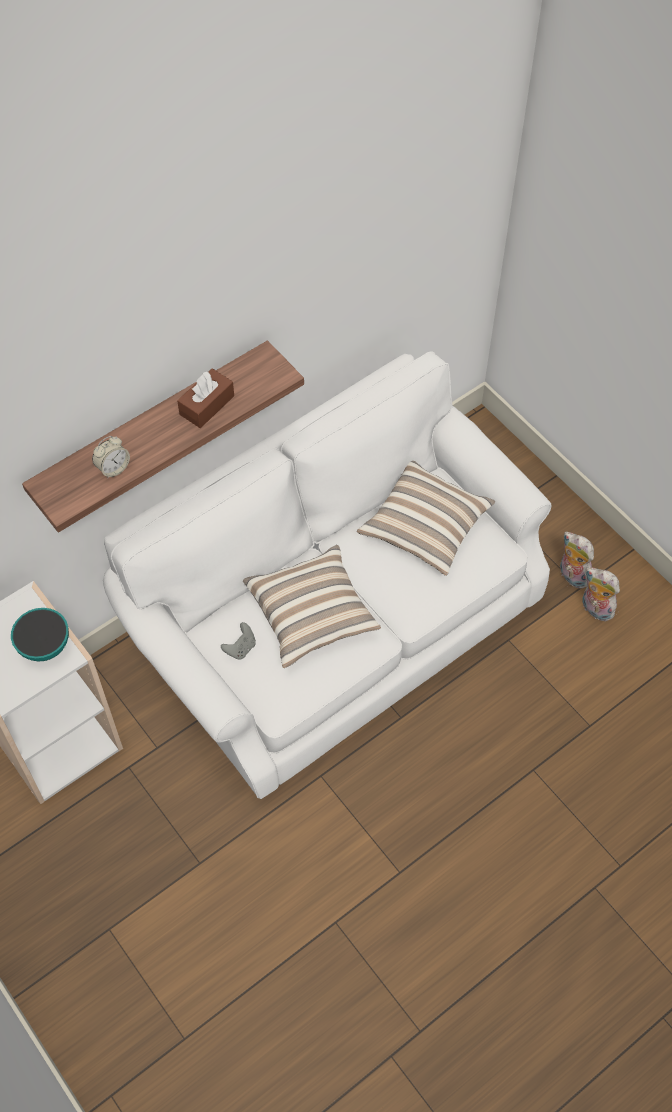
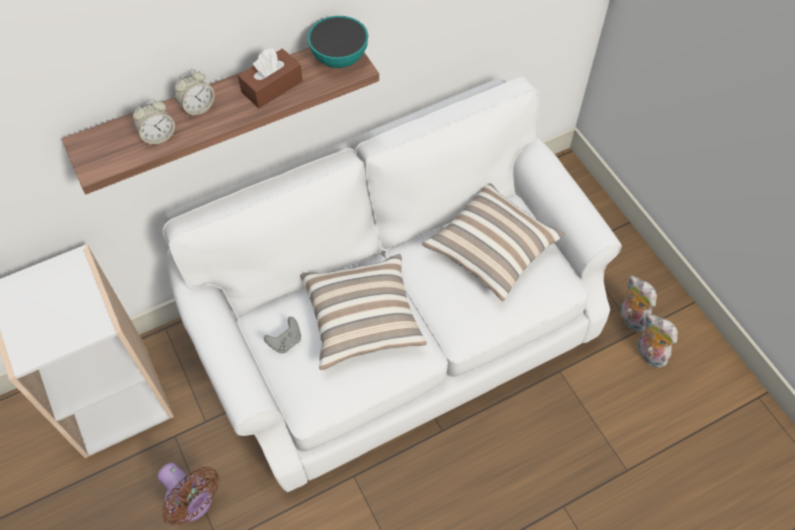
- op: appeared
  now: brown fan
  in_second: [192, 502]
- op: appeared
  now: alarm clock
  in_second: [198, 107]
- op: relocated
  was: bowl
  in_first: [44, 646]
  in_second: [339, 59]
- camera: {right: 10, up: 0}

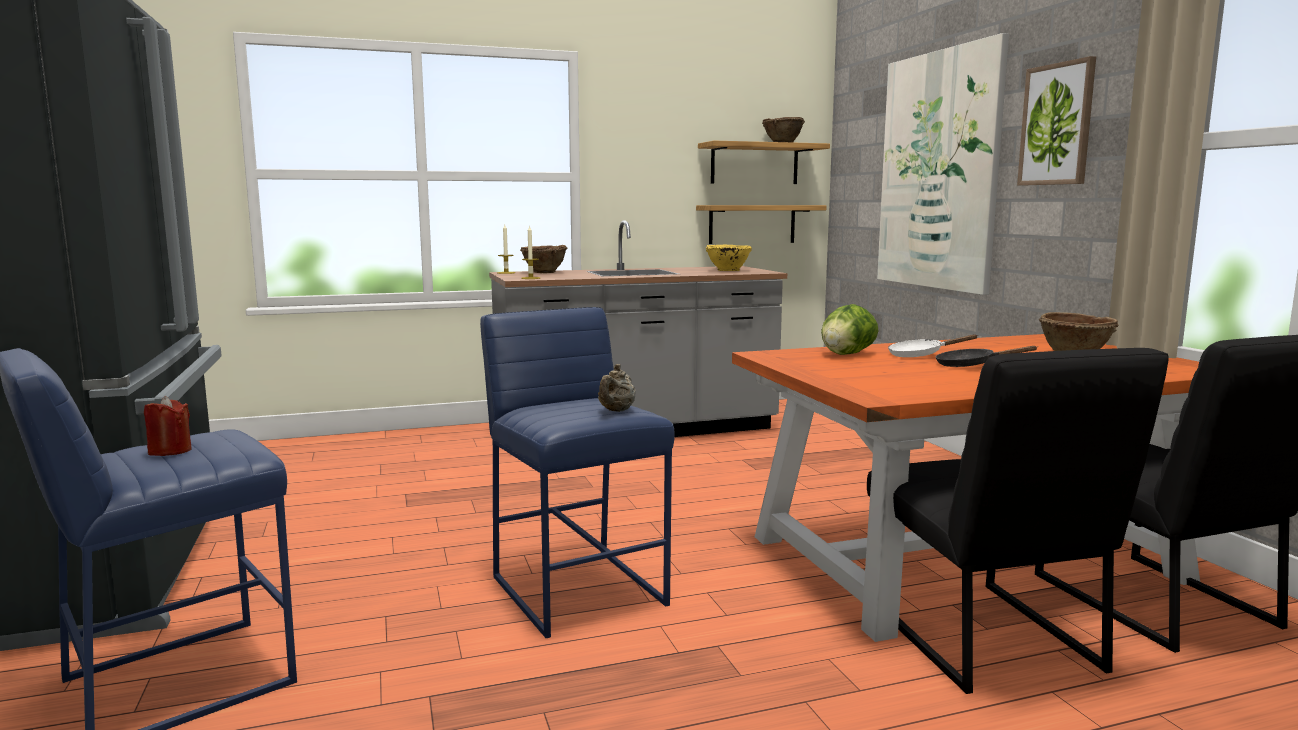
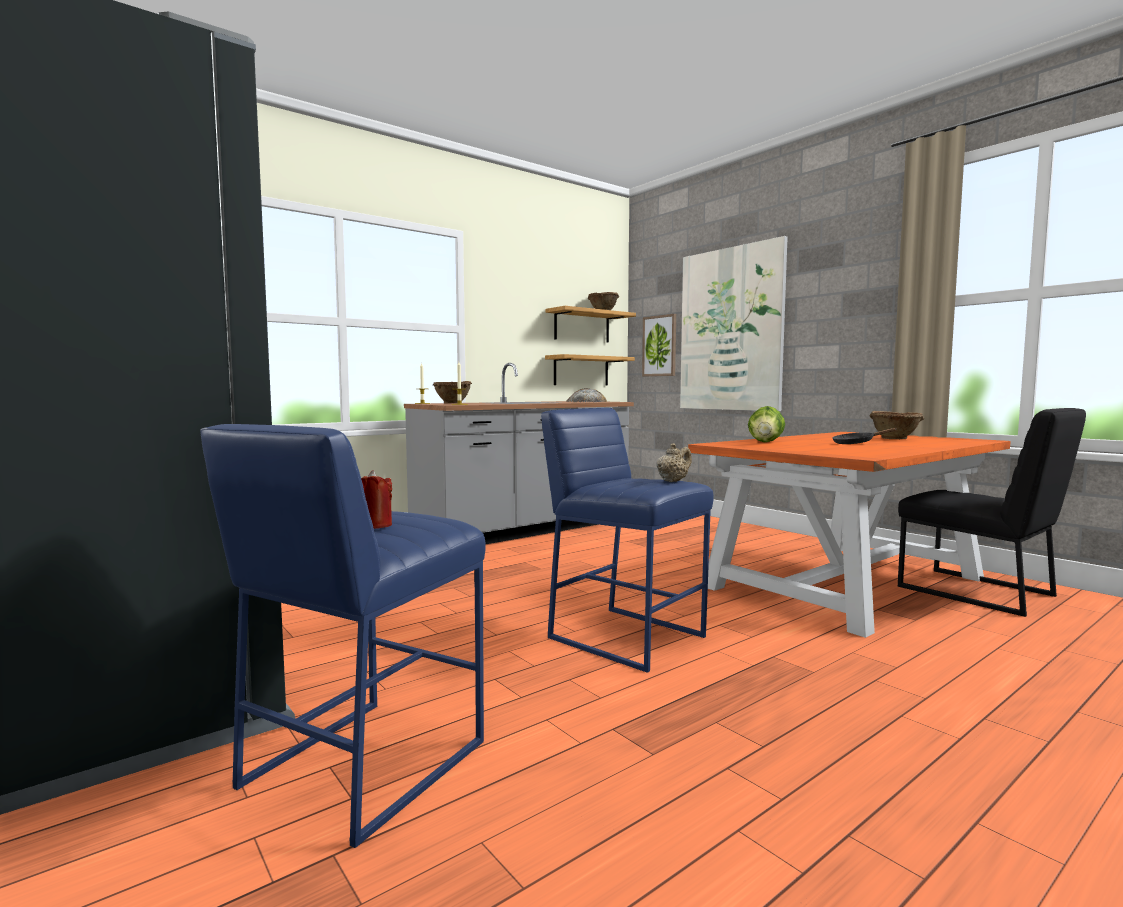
- op: exchanged
  was: yellow bowl
  now: bread
  in_first: [727, 270]
  in_second: [586, 401]
- op: relocated
  was: picture
  in_first: [1057, 124]
  in_second: [660, 346]
- op: spun
  was: beige teapot
  in_first: [616, 411]
  in_second: [673, 481]
  clockwise: -135
- op: missing
  was: black chair
  in_first: [982, 637]
- op: missing
  was: white frying pan
  in_first: [920, 355]
- camera: {right: -20, up: -5}

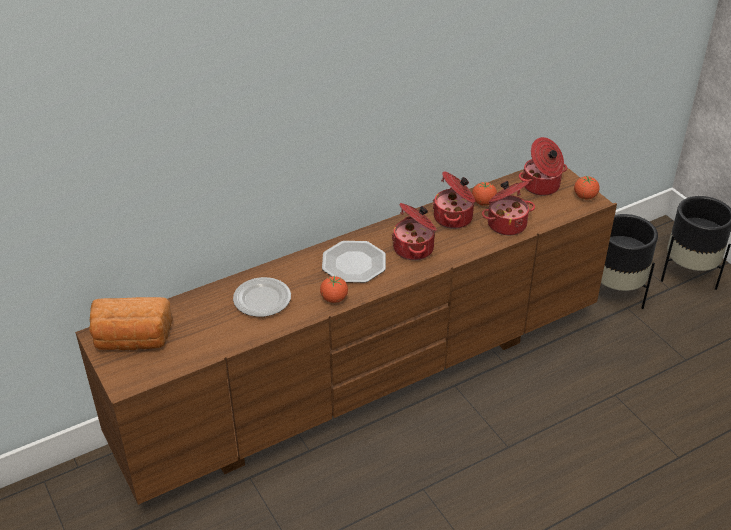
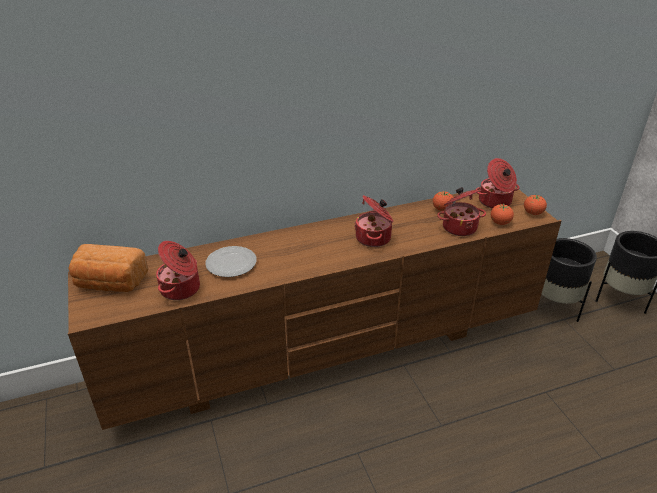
- op: relocated
  was: cooking pot
  in_first: [454, 218]
  in_second: [181, 289]
- op: relocated
  was: tomato
  in_first: [334, 299]
  in_second: [500, 223]
- op: missing
  was: plate
  in_first: [353, 263]
- camera: {right: 10, up: -5}

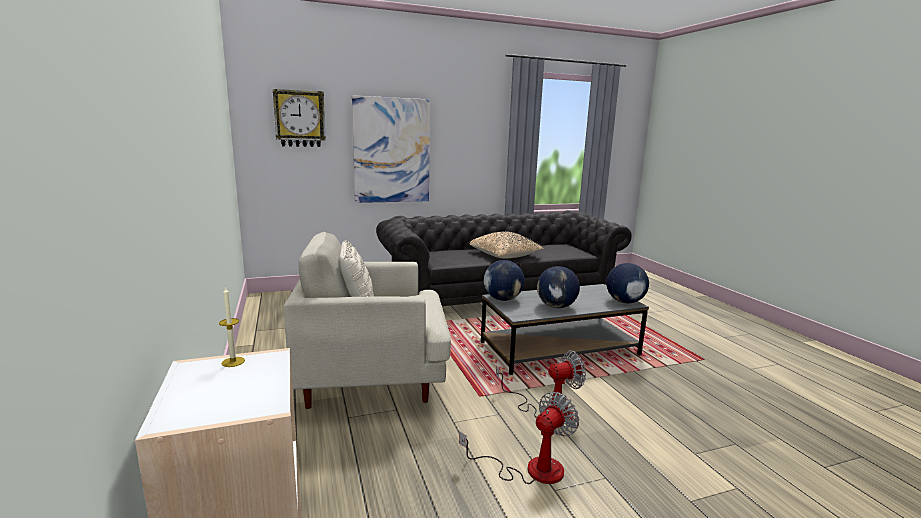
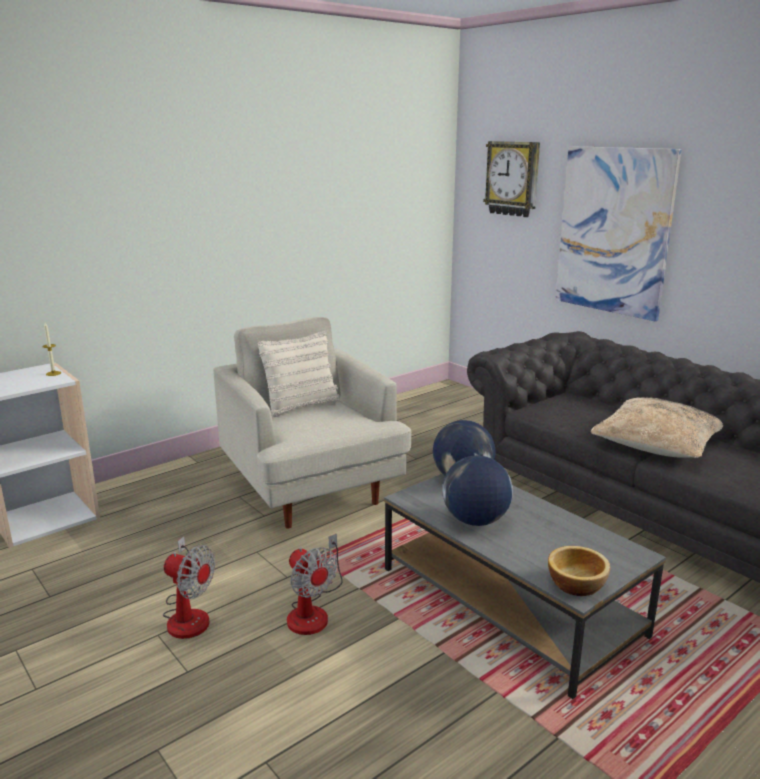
- op: exchanged
  was: globe
  now: bowl
  in_first: [624, 302]
  in_second: [576, 583]
- camera: {right: 70, up: 5}

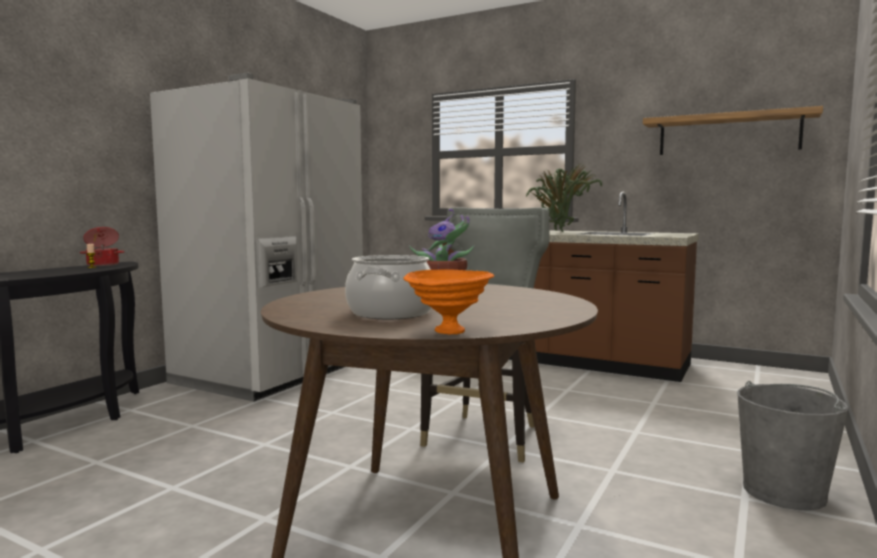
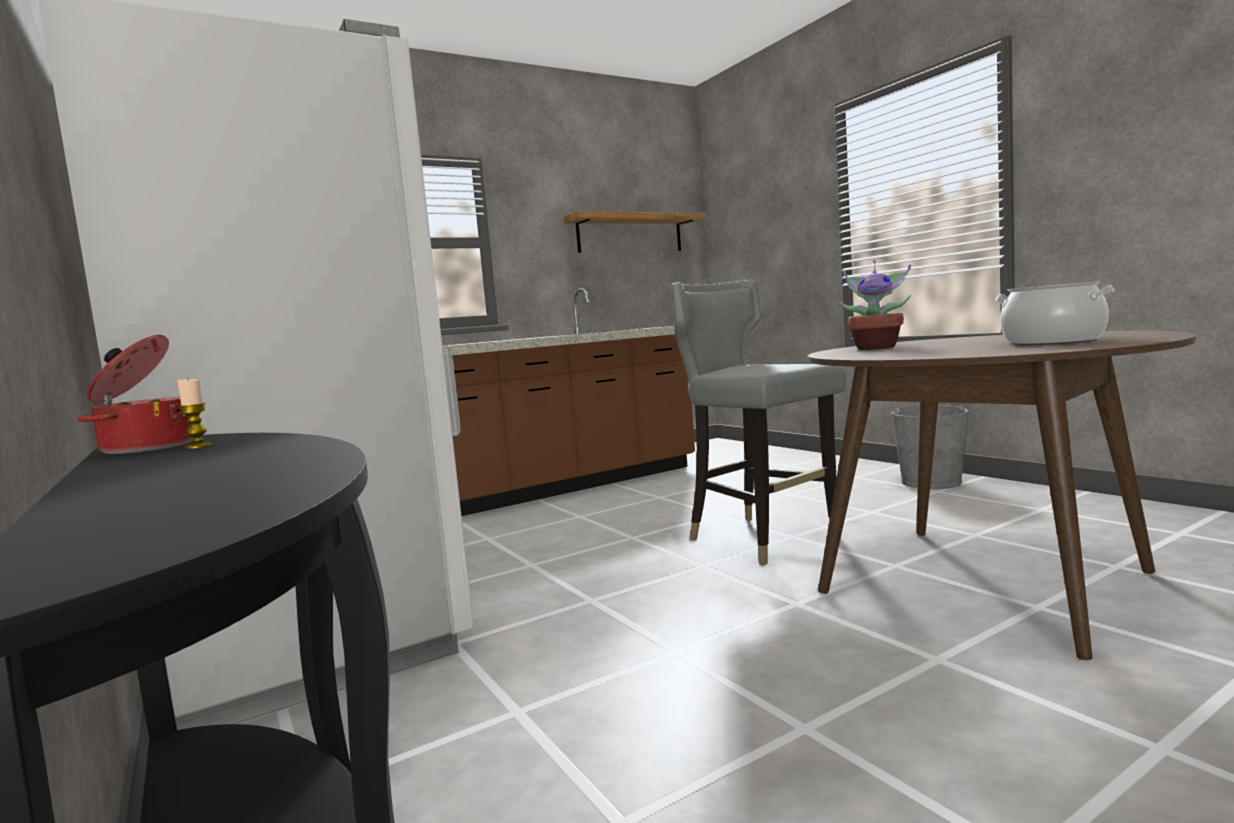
- op: missing
  was: orange bowl
  in_first: [449, 332]
- op: missing
  was: potted plant
  in_first: [559, 232]
- camera: {right: -60, up: 0}

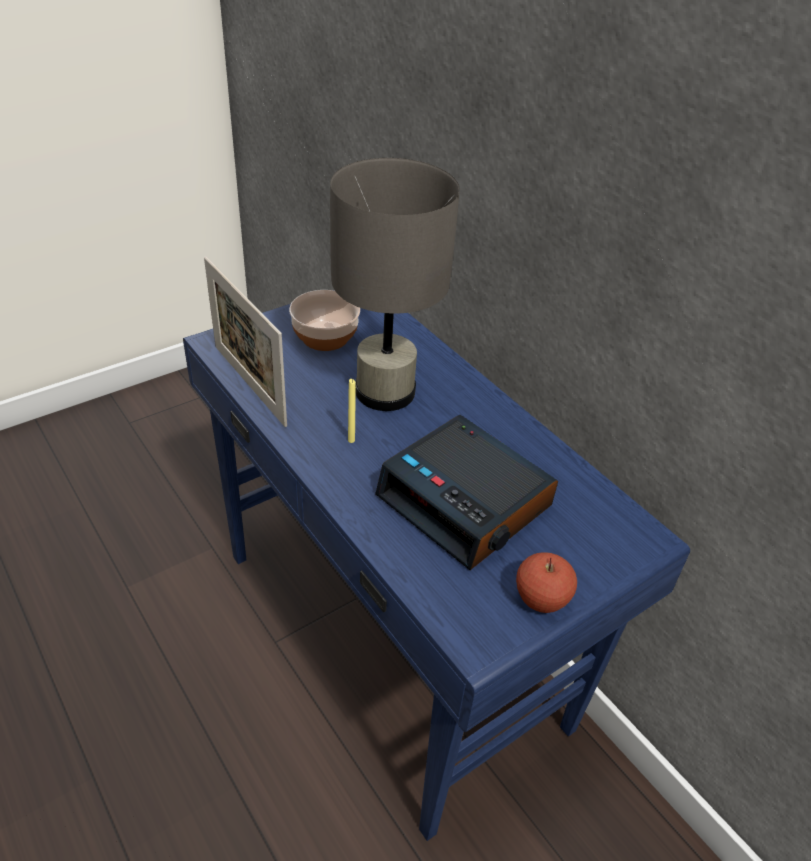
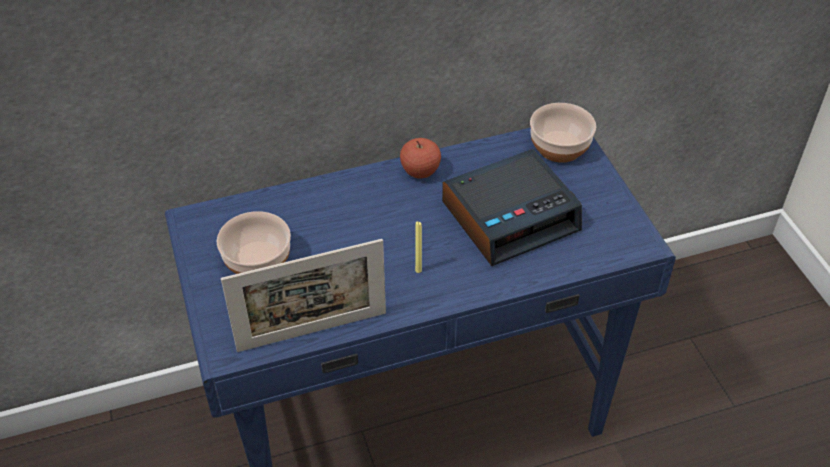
- op: relocated
  was: apple
  in_first: [541, 599]
  in_second: [420, 172]
- op: appeared
  now: bowl
  in_second: [560, 148]
- op: missing
  was: grey table lamp
  in_first: [385, 393]
- camera: {right: -70, up: 5}

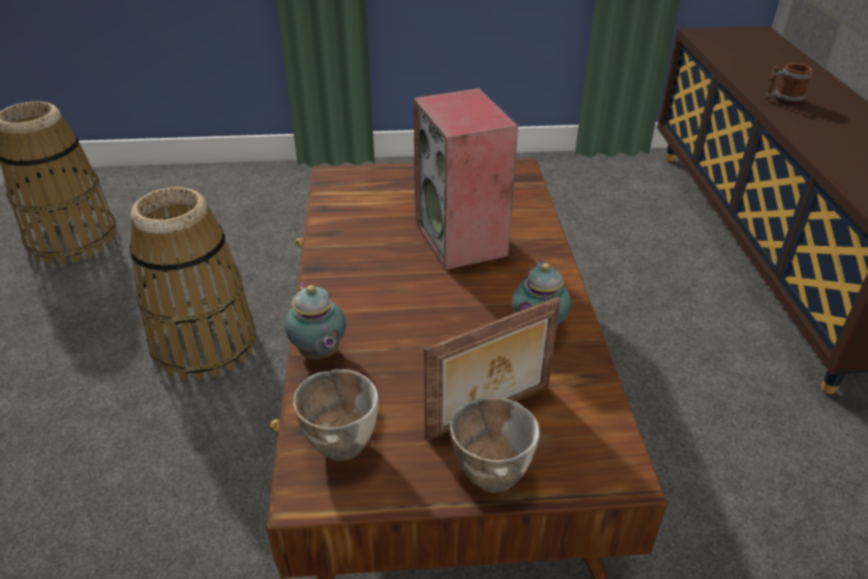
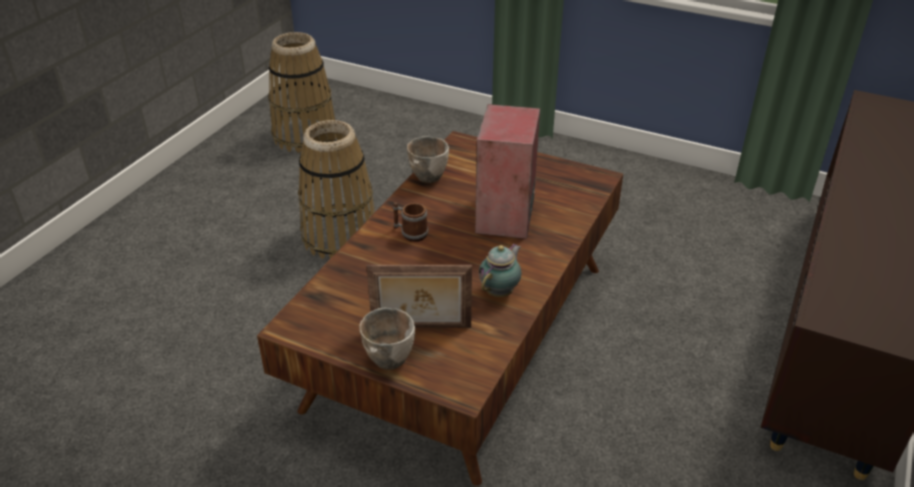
- op: relocated
  was: mug
  in_first: [782, 100]
  in_second: [410, 233]
- op: relocated
  was: bowl
  in_first: [343, 444]
  in_second: [430, 177]
- op: missing
  was: teapot
  in_first: [319, 354]
- camera: {right: 30, up: 0}

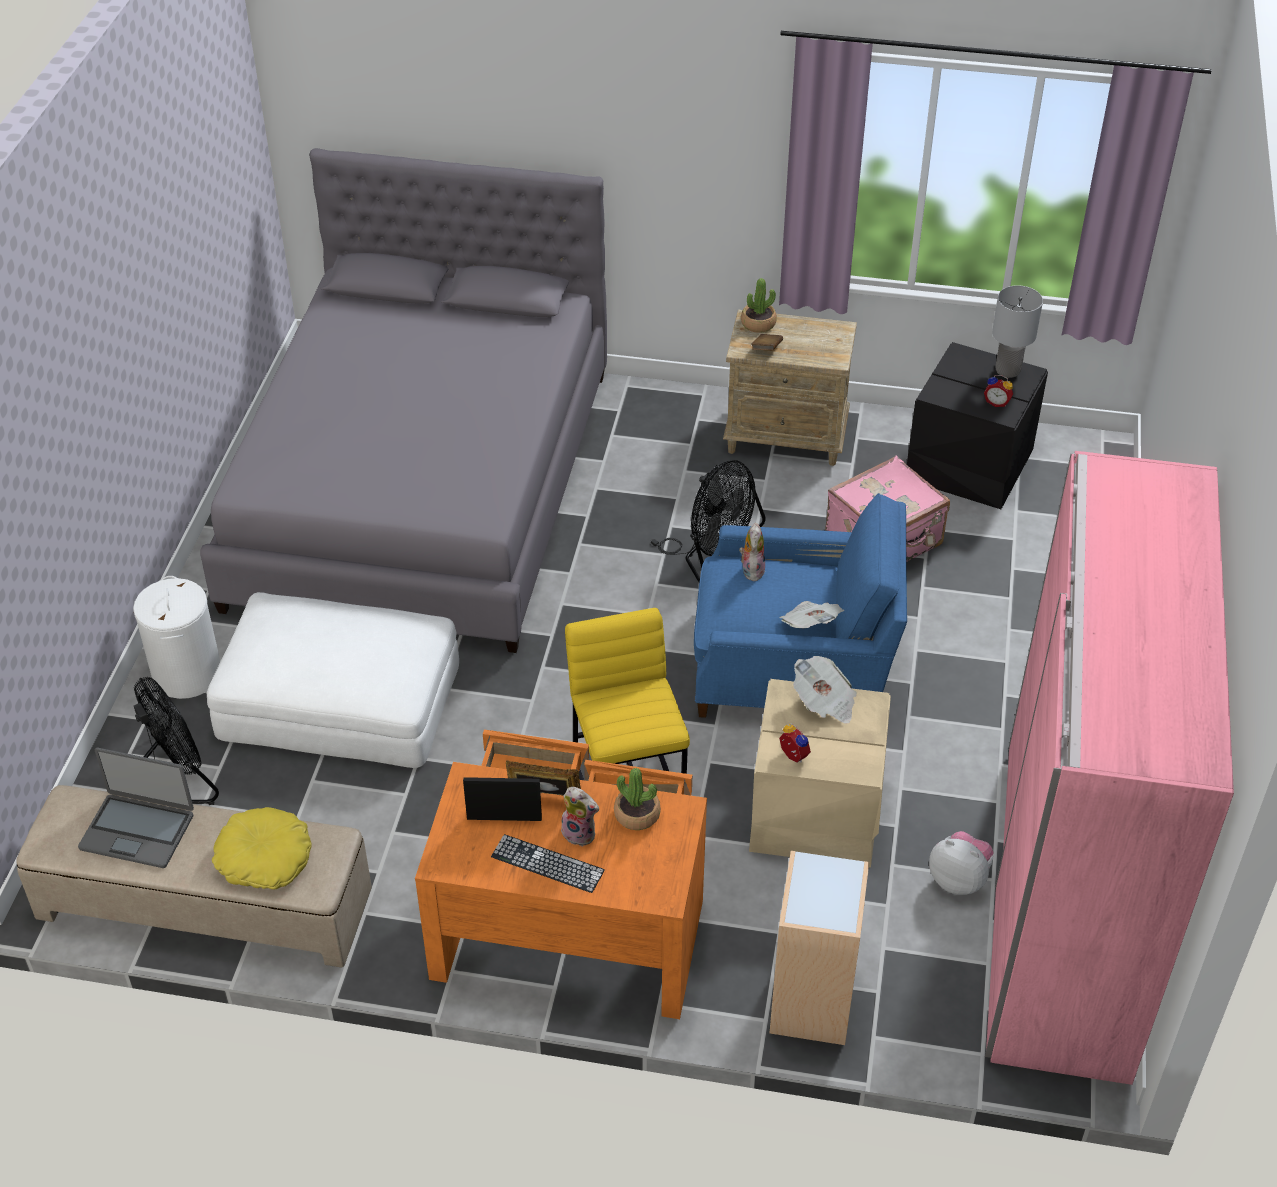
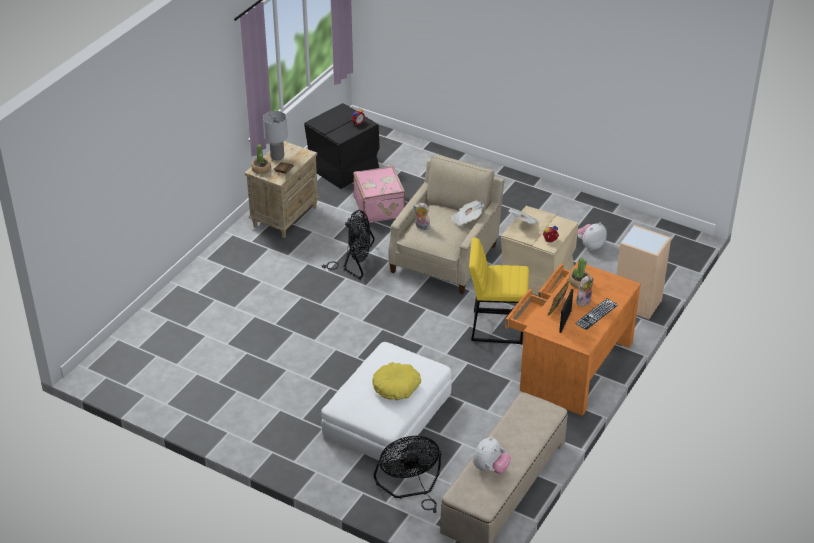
- op: relocated
  was: grey table lamp
  in_first: [1008, 372]
  in_second: [277, 157]
- op: spun
  was: black fan
  in_first: [710, 552]
  in_second: [354, 262]
  clockwise: 45
- op: relocated
  was: yellow pillow
  in_first: [266, 857]
  in_second: [395, 386]
- op: colour
  was: blue armchair
  now: beige armchair
  in_first: [793, 666]
  in_second: [445, 257]
- op: exchanged
  was: laptop
  now: plush toy
  in_first: [138, 830]
  in_second: [490, 468]
- op: missing
  was: white laundry basket
  in_first: [187, 673]
- op: missing
  was: grey bed
  in_first: [424, 487]
- op: missing
  was: pink wardrobe
  in_first: [1064, 906]
- camera: {right: -70, up: -5}

